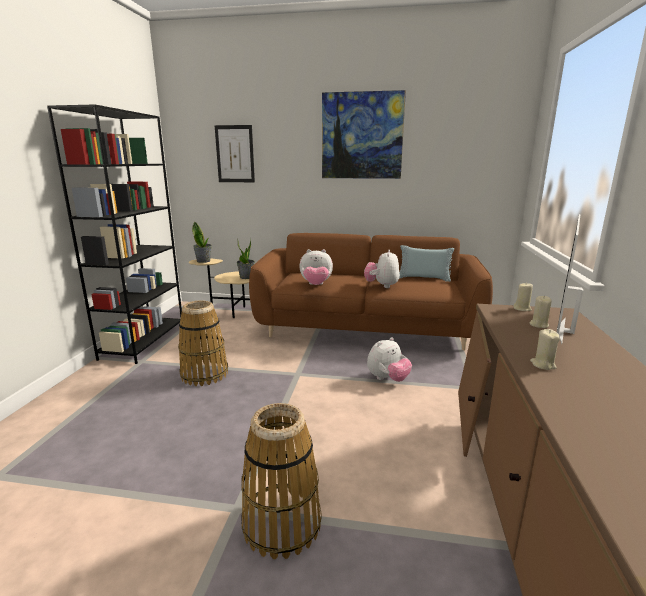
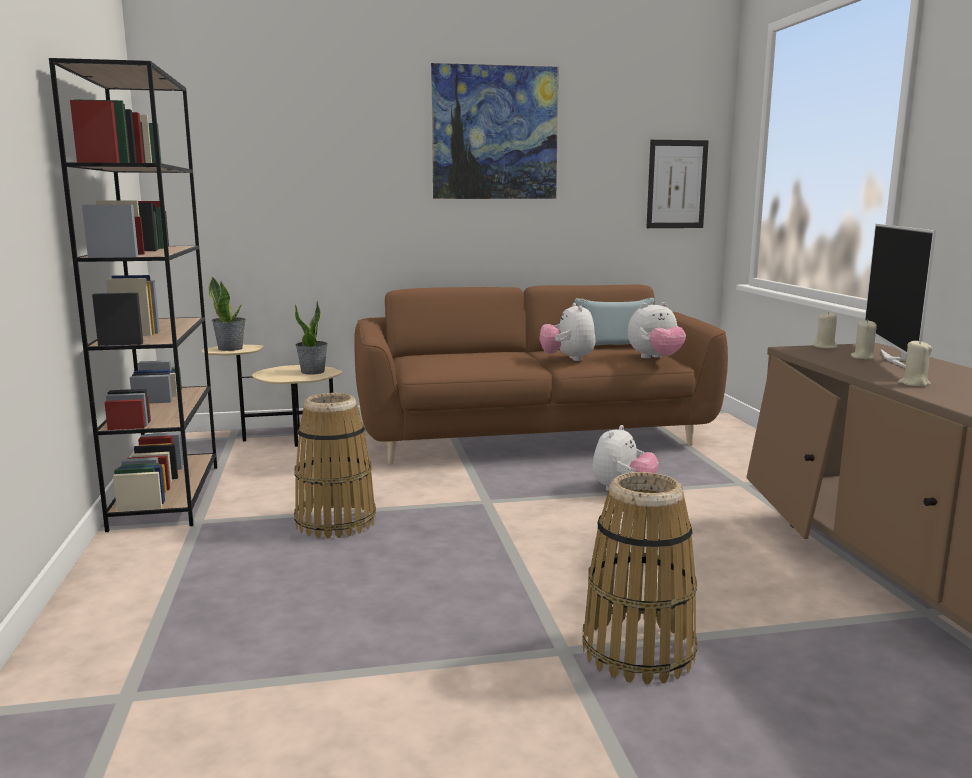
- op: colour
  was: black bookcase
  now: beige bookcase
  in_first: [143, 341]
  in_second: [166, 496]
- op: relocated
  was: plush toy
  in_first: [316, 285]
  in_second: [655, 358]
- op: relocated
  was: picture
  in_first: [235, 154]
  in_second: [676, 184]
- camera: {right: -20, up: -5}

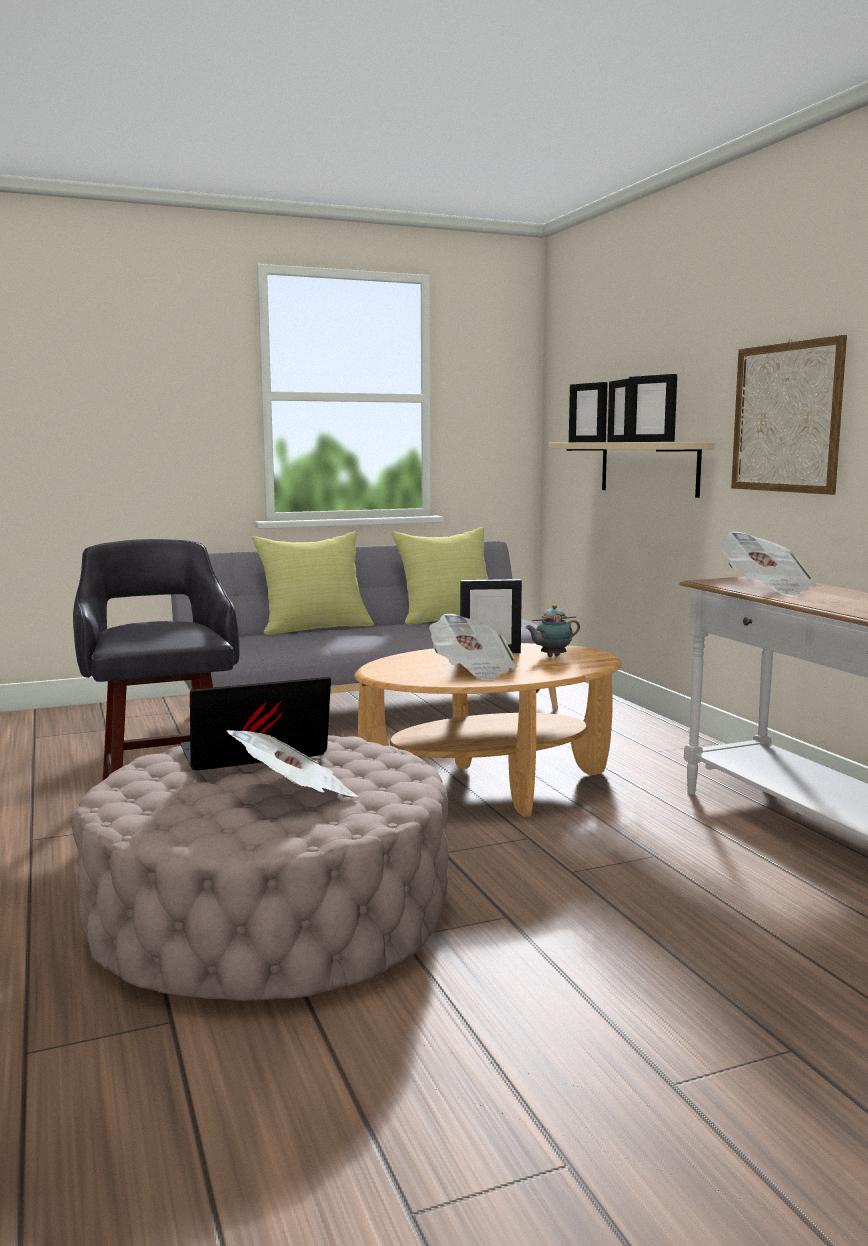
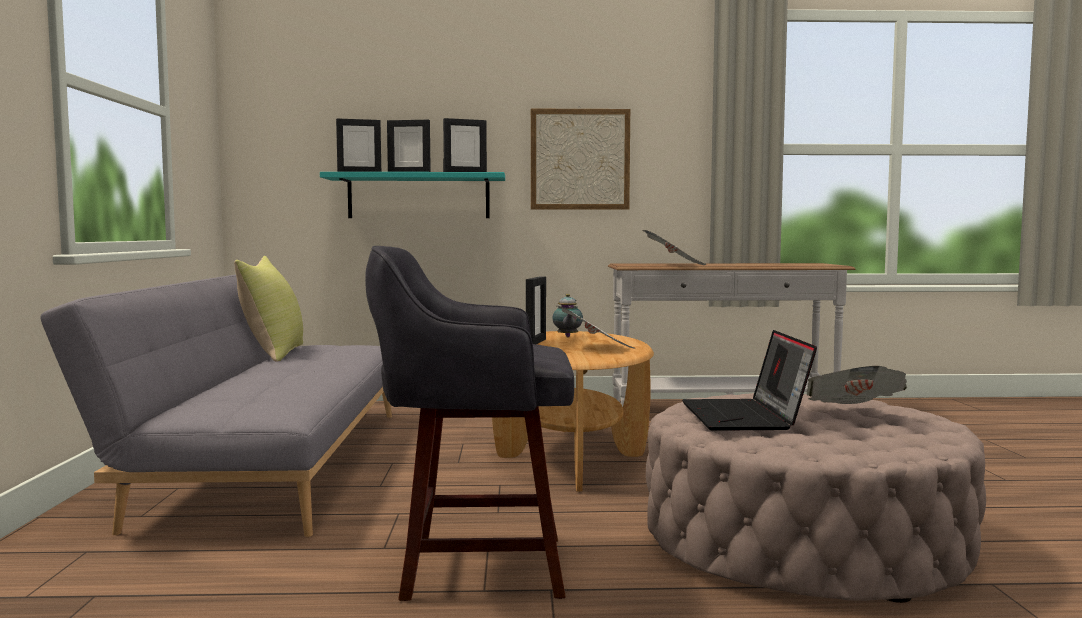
- op: colour
  was: beige shelf
  now: turquoise shelf
  in_first: [648, 468]
  in_second: [418, 196]
- op: missing
  was: yellow pillow
  in_first: [315, 628]
- camera: {right: -70, up: -5}

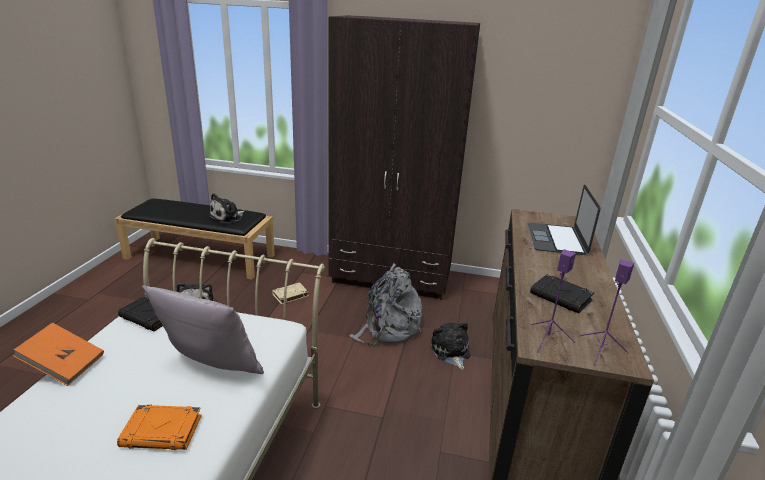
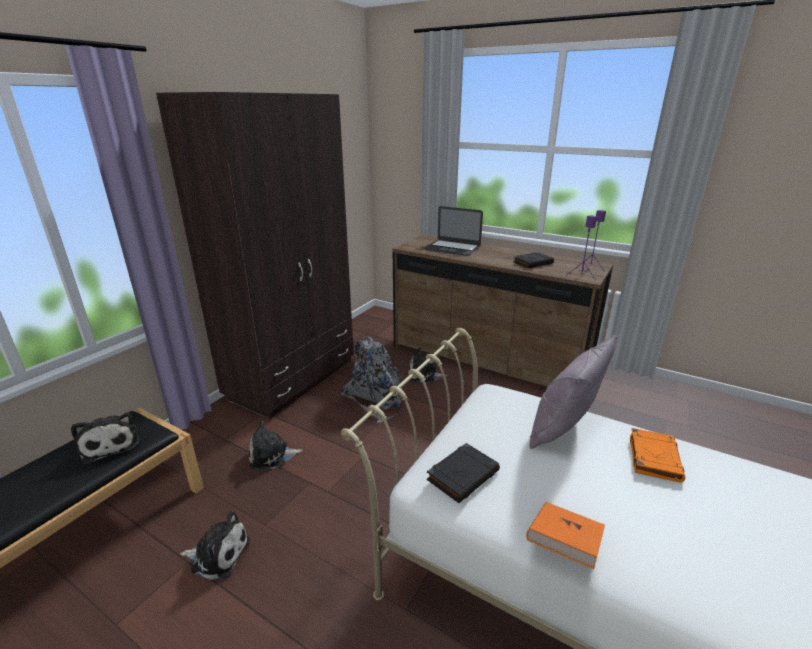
- op: exchanged
  was: beige book
  now: plush toy
  in_first: [290, 295]
  in_second: [272, 456]
- camera: {right: -70, up: 0}

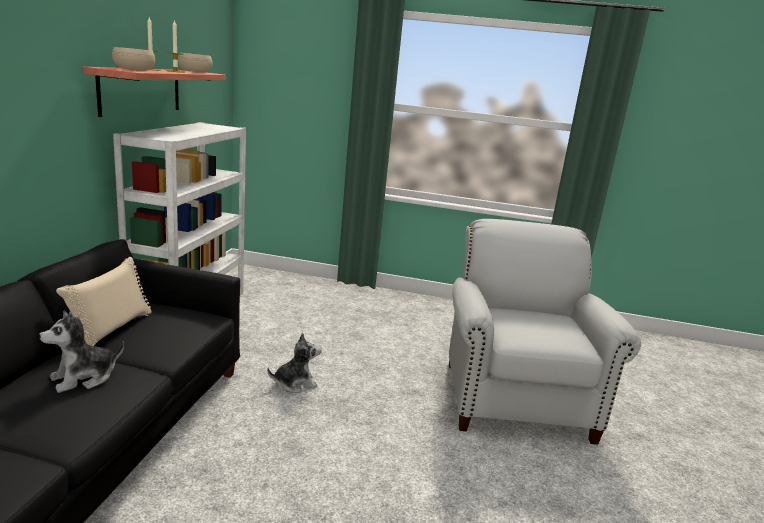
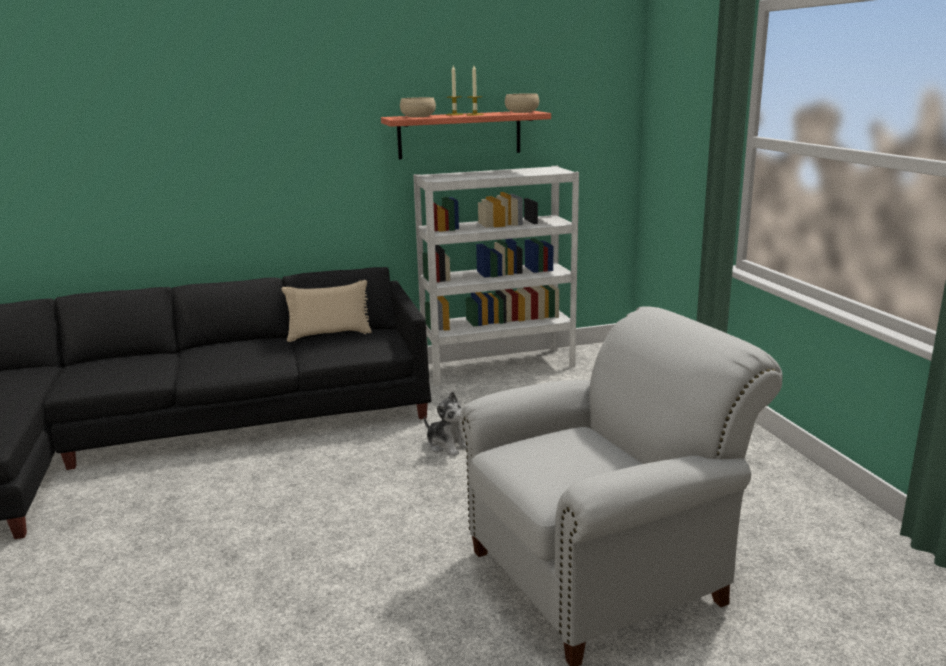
- op: missing
  was: plush toy
  in_first: [84, 378]
- camera: {right: 65, up: 0}

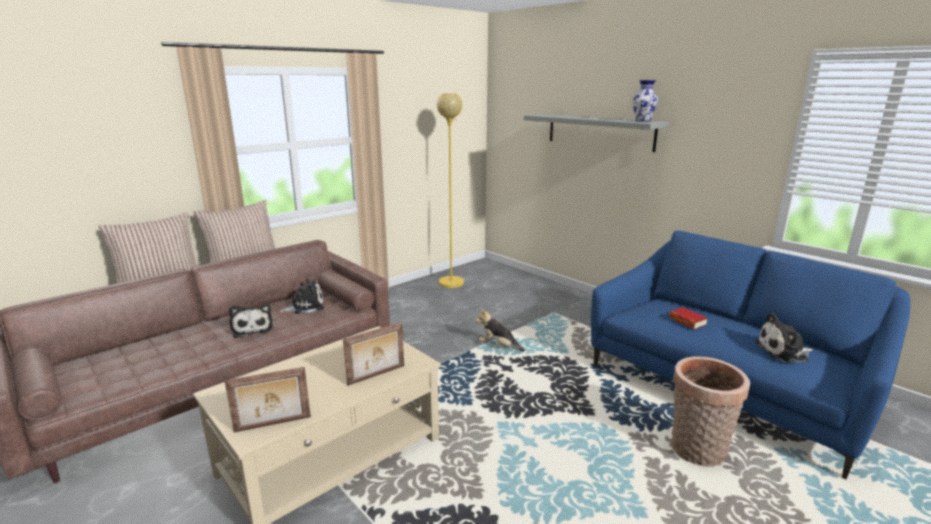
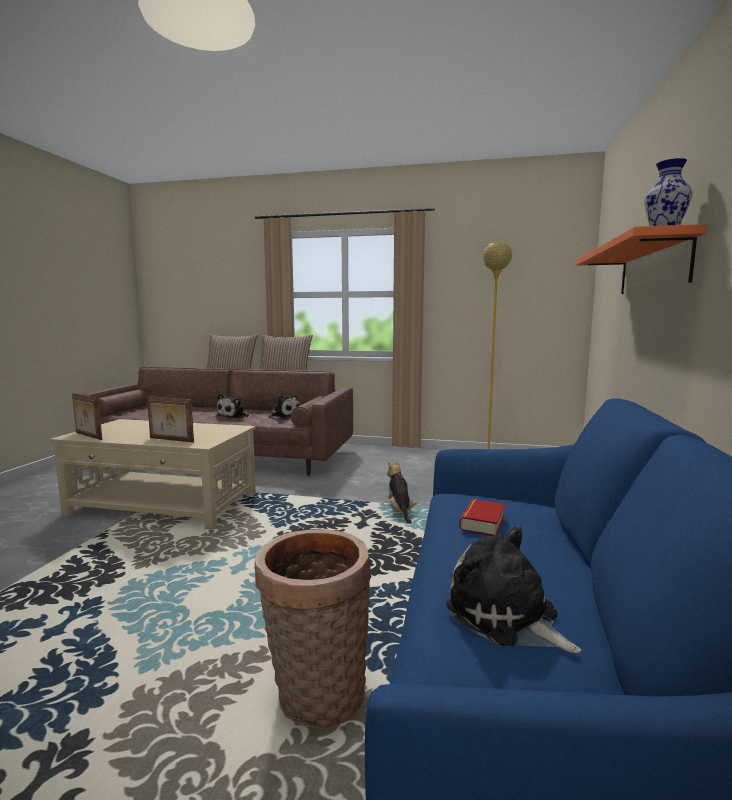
- op: colour
  was: grey shelf
  now: orange shelf
  in_first: [599, 131]
  in_second: [652, 267]
- camera: {right: 55, up: -10}

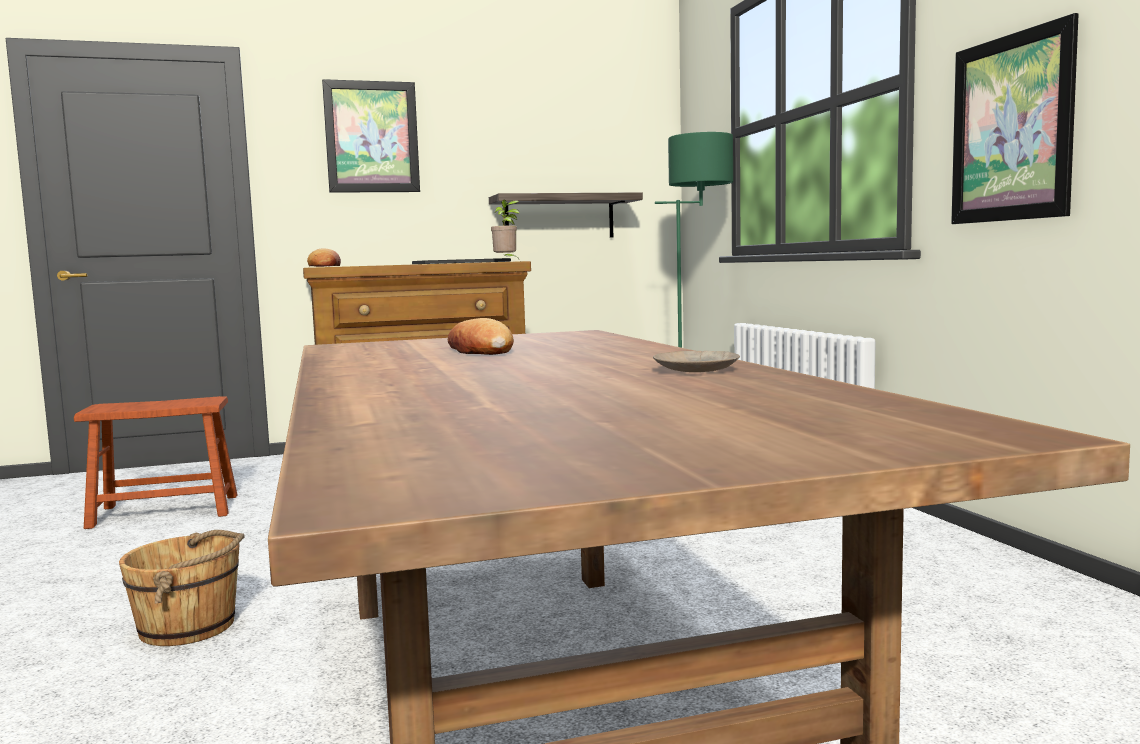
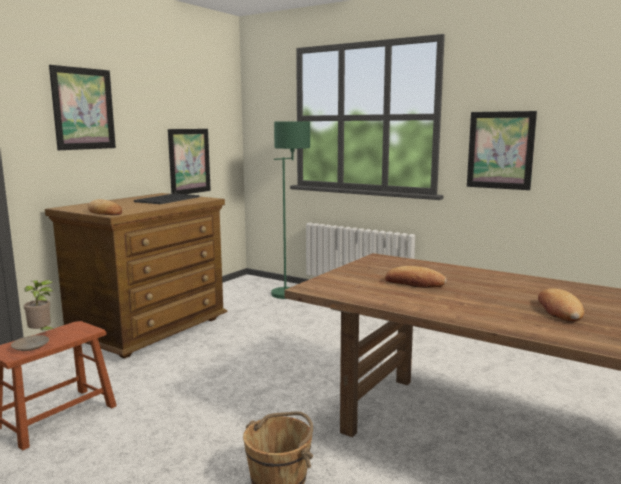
- op: relocated
  was: beige plate
  in_first: [697, 370]
  in_second: [31, 347]
- op: relocated
  was: potted plant
  in_first: [506, 261]
  in_second: [42, 333]
- op: exchanged
  was: shelf
  now: picture
  in_first: [559, 217]
  in_second: [189, 161]
- op: appeared
  now: bread
  in_second: [559, 311]
- camera: {right: -40, up: 5}

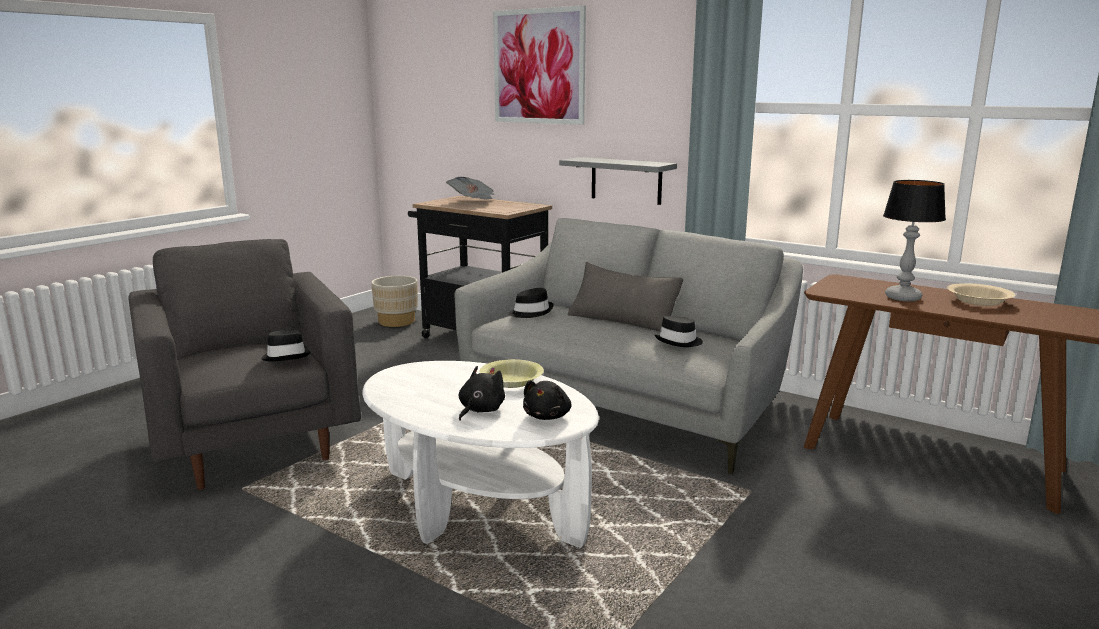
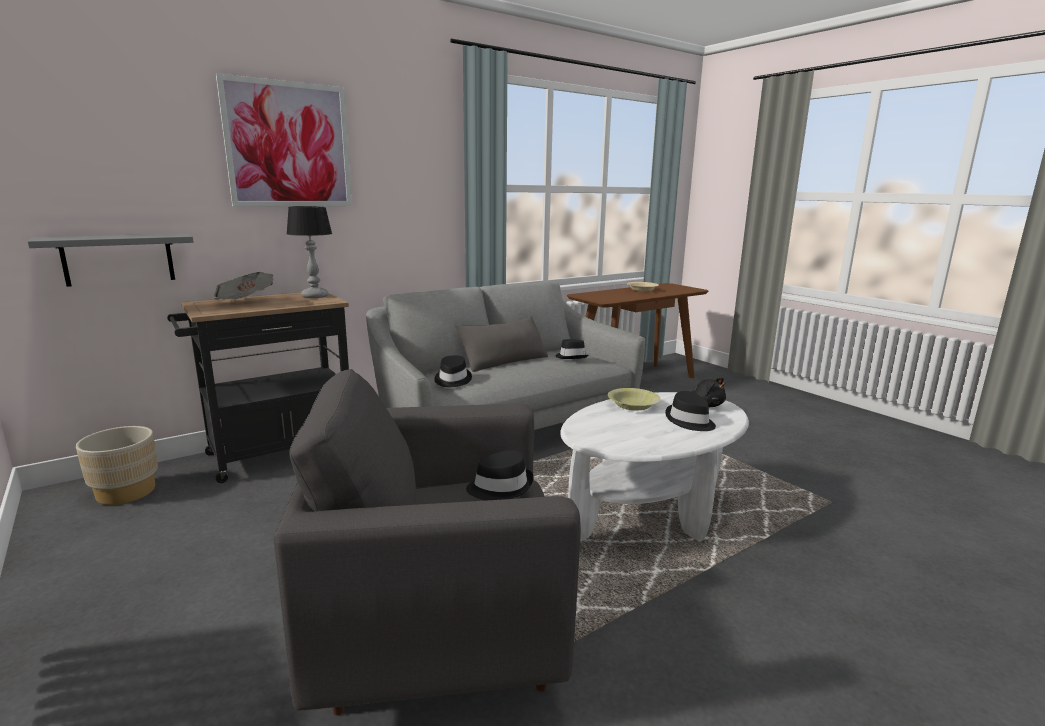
- op: relocated
  was: grey shelf
  in_first: [626, 180]
  in_second: [118, 259]
- op: relocated
  was: table lamp
  in_first: [902, 297]
  in_second: [314, 296]
- op: exchanged
  was: black plush toy
  now: black hat
  in_first: [480, 410]
  in_second: [689, 421]
- camera: {right: -70, up: 0}

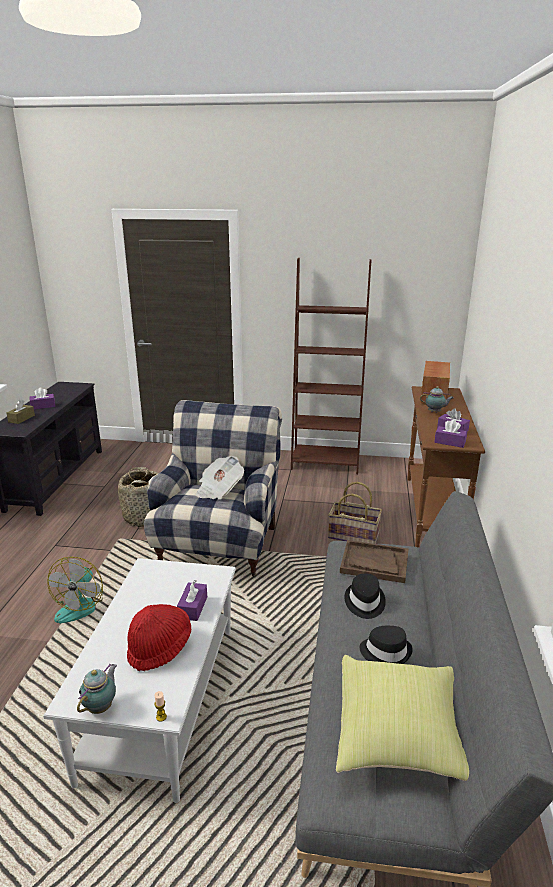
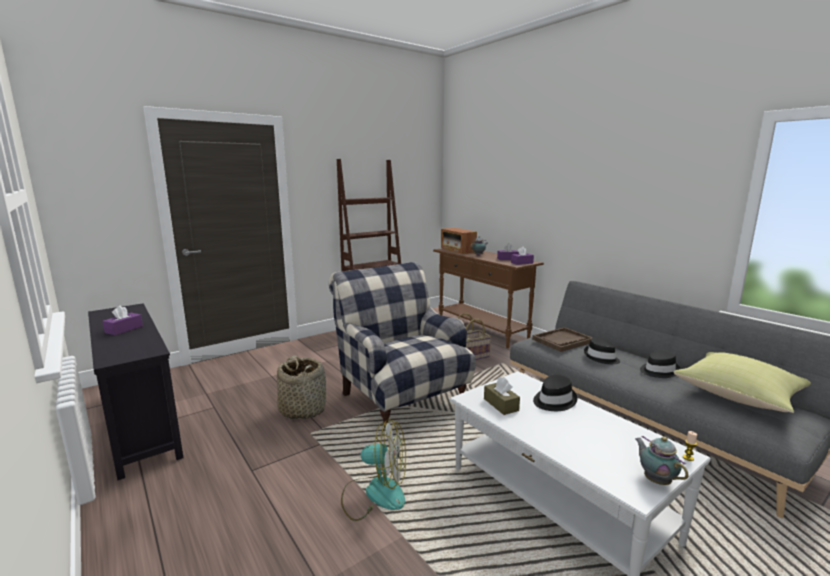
- op: spun
  was: fan
  in_first: [80, 605]
  in_second: [375, 494]
  clockwise: -45
- op: relocated
  was: brown tissue box
  in_first: [21, 419]
  in_second: [501, 404]
- op: exchanged
  was: purple tissue box
  now: black hat
  in_first: [193, 607]
  in_second: [553, 400]
- op: missing
  was: red hat
  in_first: [160, 648]
- op: missing
  was: newspaper
  in_first: [219, 490]
- camera: {right: -45, up: -10}

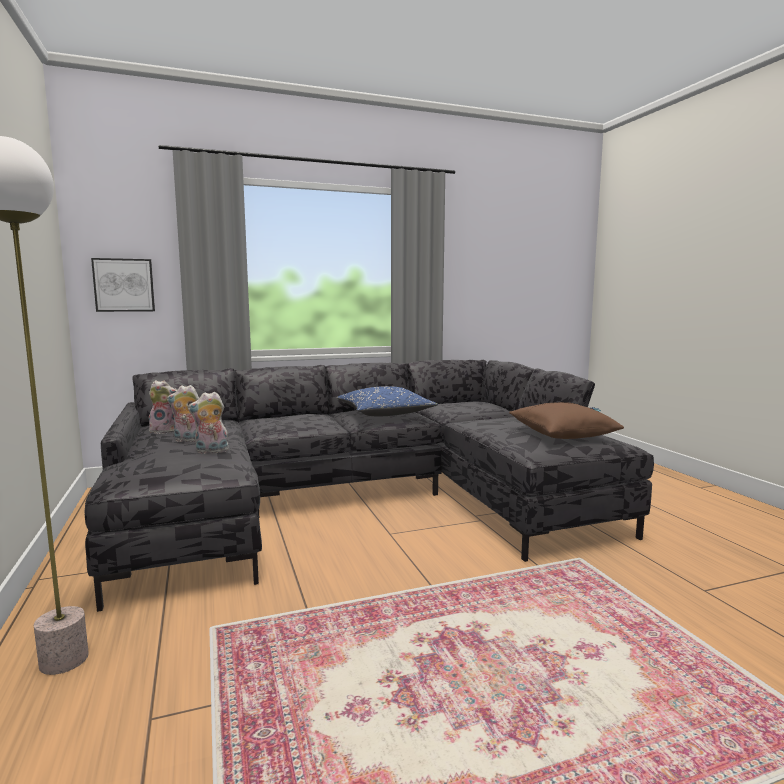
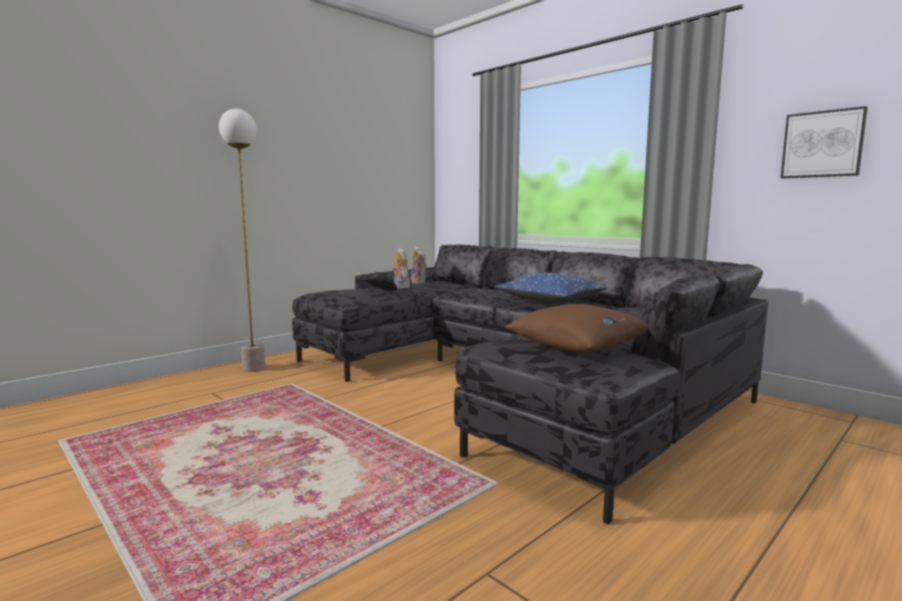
- op: exchanged
  was: plush toy
  now: black hat
  in_first: [211, 451]
  in_second: [379, 292]
- op: relocated
  was: picture
  in_first: [124, 285]
  in_second: [822, 144]
- camera: {right: 65, up: 0}

